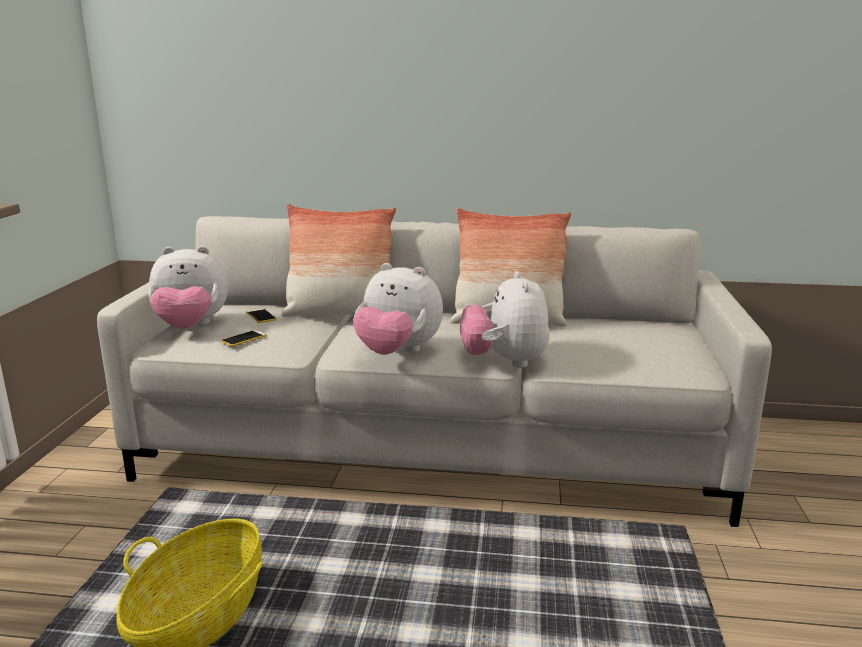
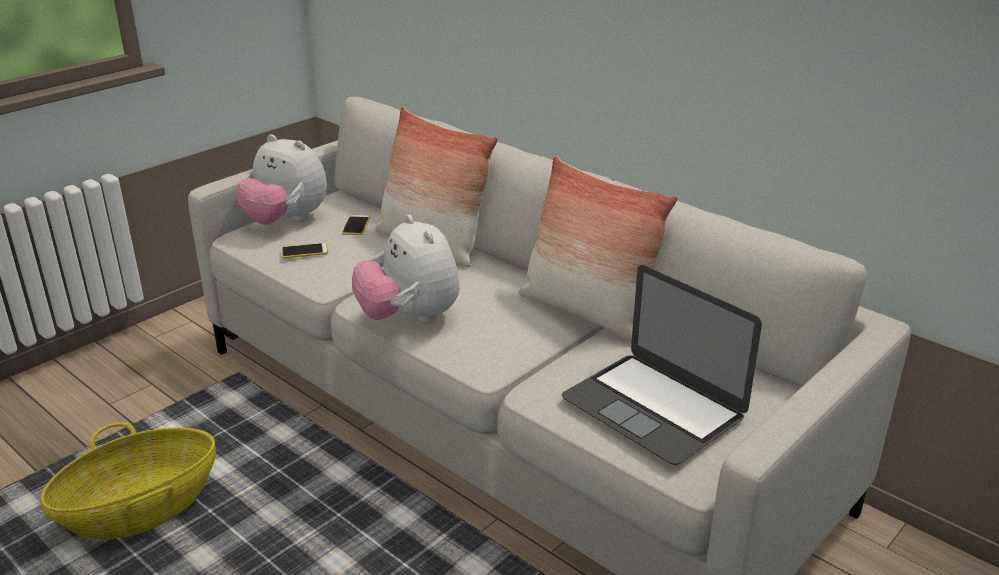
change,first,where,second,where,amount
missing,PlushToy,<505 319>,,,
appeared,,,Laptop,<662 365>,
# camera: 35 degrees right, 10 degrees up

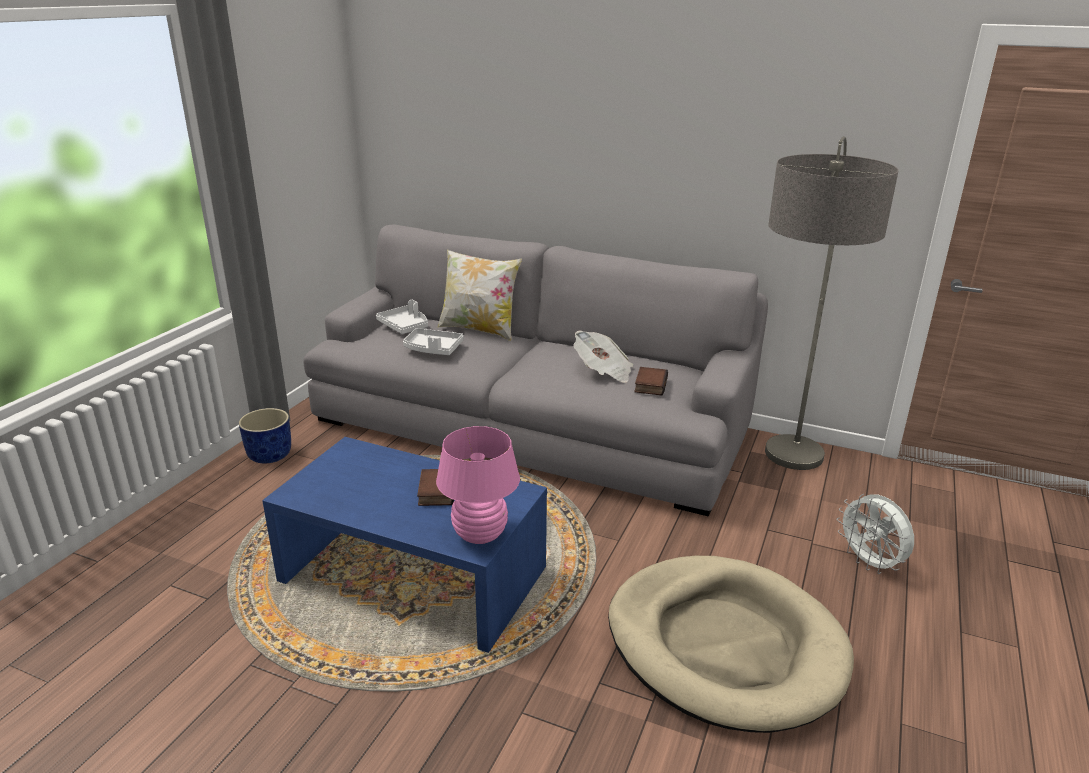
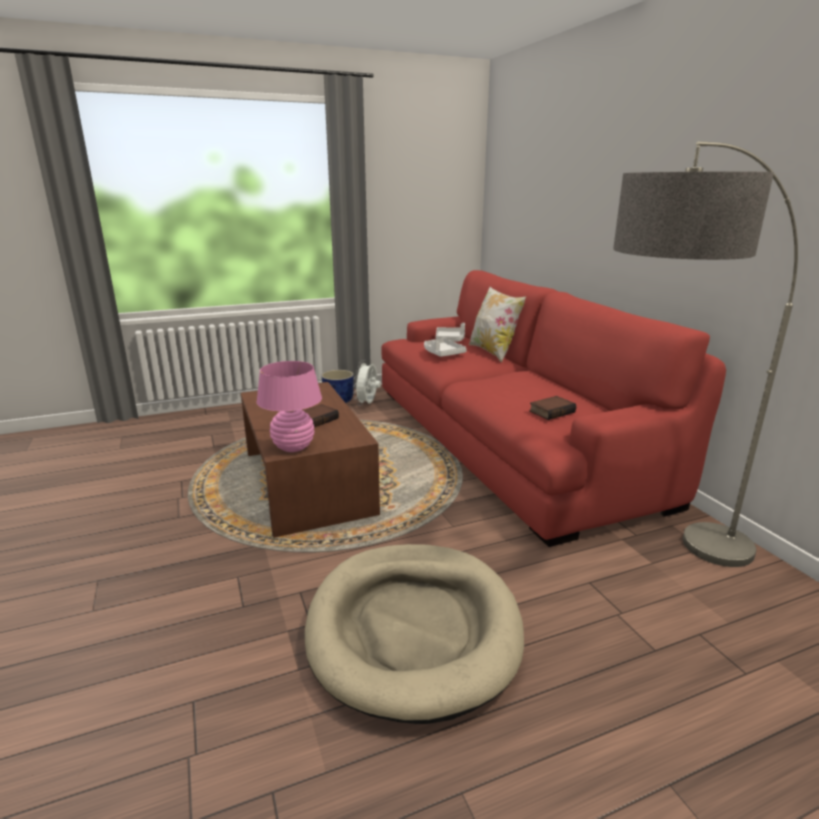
change,first,where,second,where,amount
colour,BlueCoffeeTable,<404 545>,BrownCoffeeTable,<310 460>,
colour,GreySofa,<535 370>,RedSofa,<553 408>,
missing,Newspaper,<603 356>,,,
relocated,WhiteFan,<875 534>,,<367 383>,
# camera: 45 degrees right, 5 degrees down

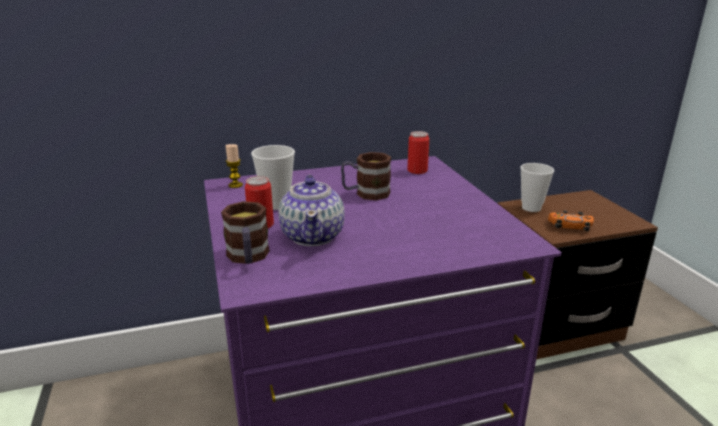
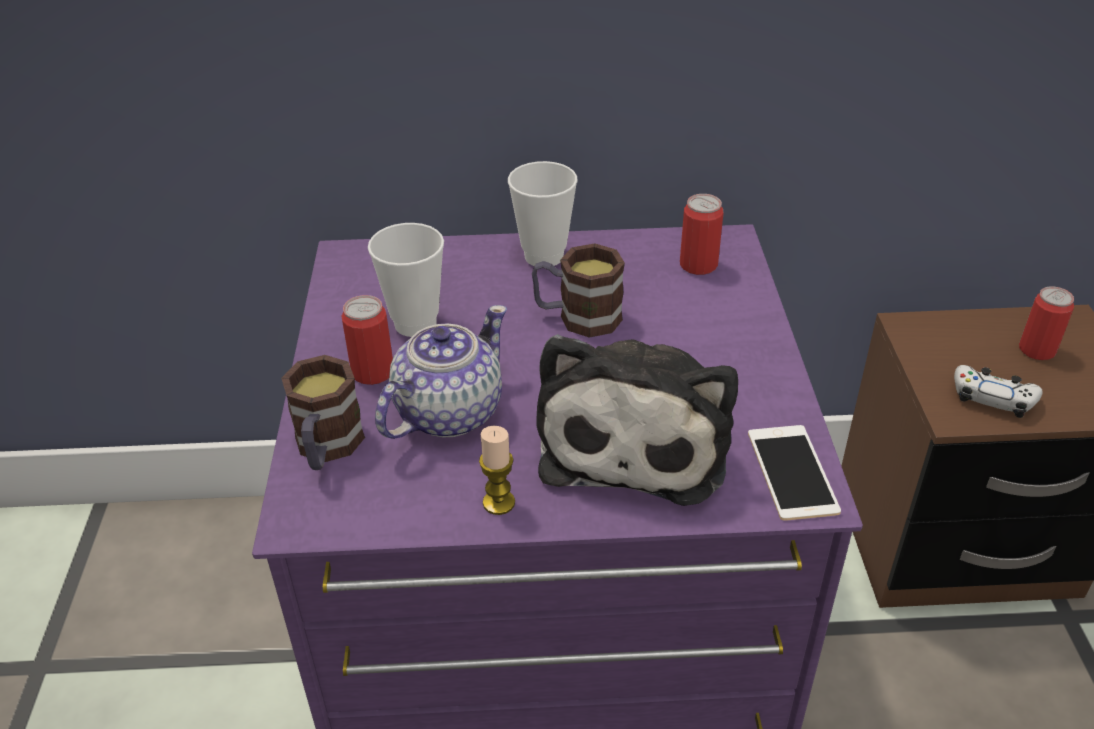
change,first,where,second,where,amount
relocated,Candle,<234 166>,,<497 470>,
spun,Teapot,<311 210>,,<441 372>,150 degrees counterclockwise
relocated,Cup,<537 187>,,<543 213>,
colour,OrangeGameController,<571 220>,WhiteGameController,<998 391>,
appeared,,,PlushToy,<637 420>,
appeared,,,Phone,<794 473>,
appeared,,,Can,<1046 323>,
# camera: 15 degrees right, 15 degrees up

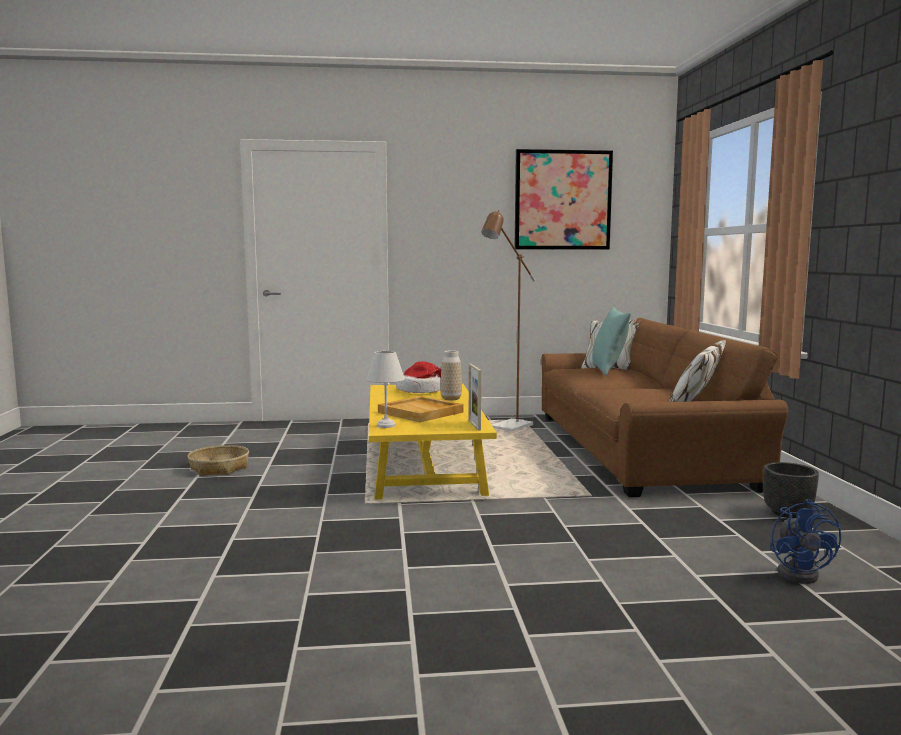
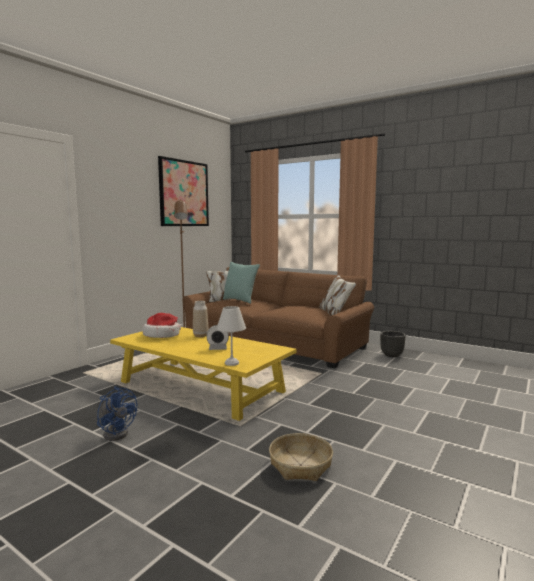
change,first,where,second,where,amount
relocated,Basket,<218 460>,,<301 457>,
exchanged,BeigeTray,<421 409>,AlarmClock,<218 337>,
missing,PictureFrame,<475 397>,,,
relocated,BlueFan,<805 541>,,<117 413>,
# camera: 50 degrees left, 0 degrees up

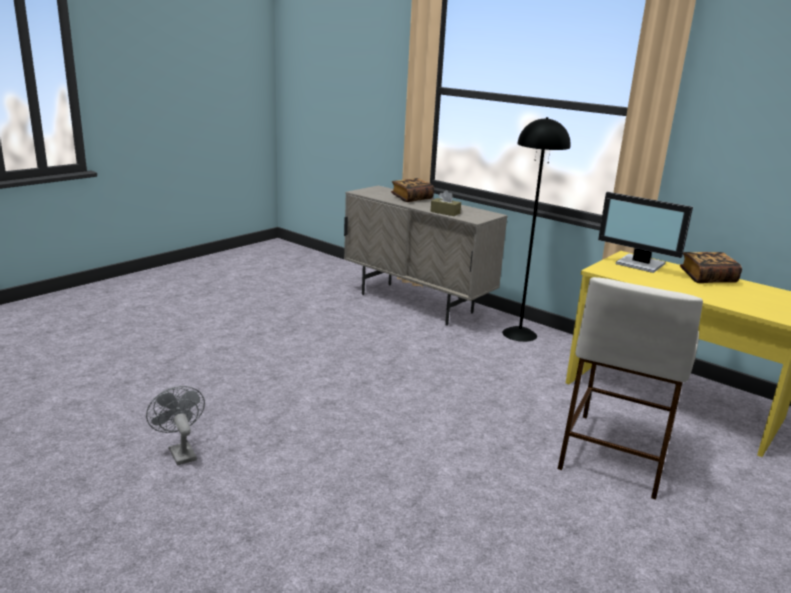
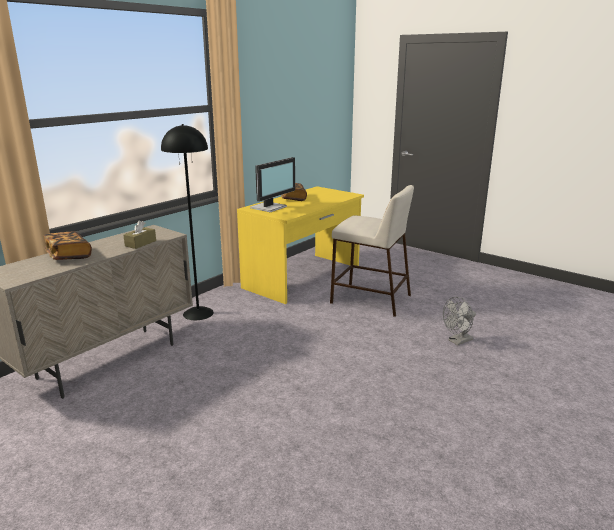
change,first,where,second,where,amount
relocated,GreyFan,<175 425>,,<459 321>,
# camera: 90 degrees left, 0 degrees up

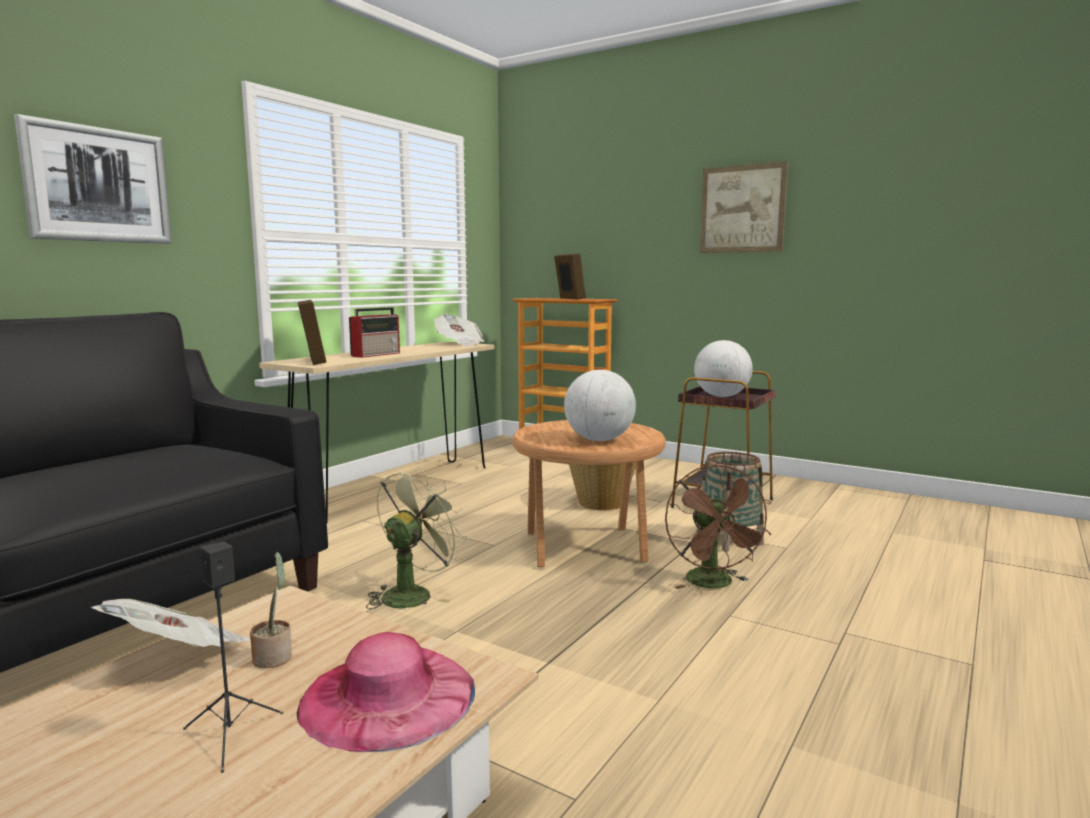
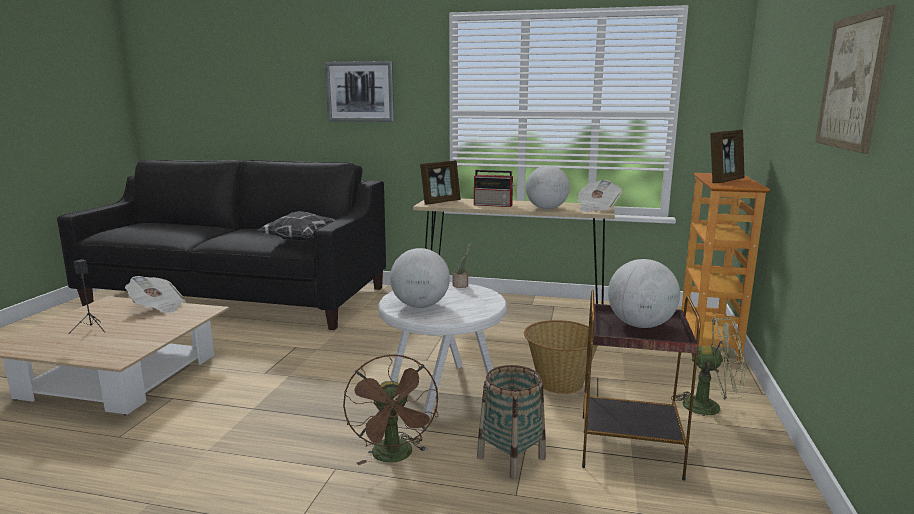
change,first,where,second,where,amount
relocated,PottedPlant,<271 610>,,<461 265>,
missing,PinkHat,<386 692>,,,
relocated,GreenFan,<416 538>,,<708 370>,
colour,BrownSideTable,<589 493>,WhiteSideTable,<442 349>,
spun,BrownFan,<718 526>,,<390 409>,75 degrees counterclockwise
appeared,,,Pillow,<297 226>,
appeared,,,Globe,<548 187>,
# camera: 70 degrees right, 5 degrees up

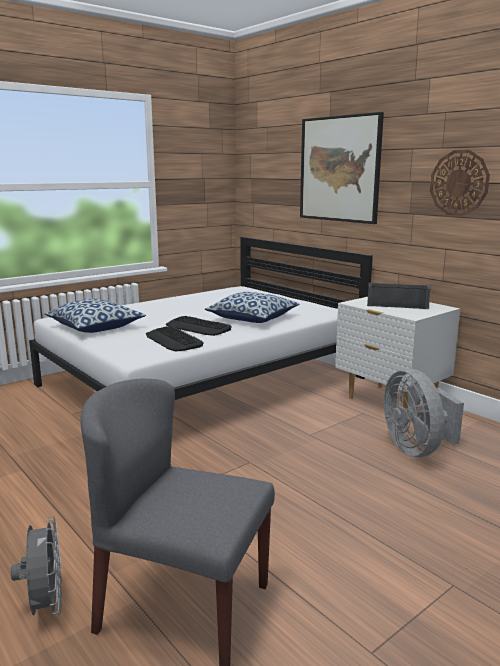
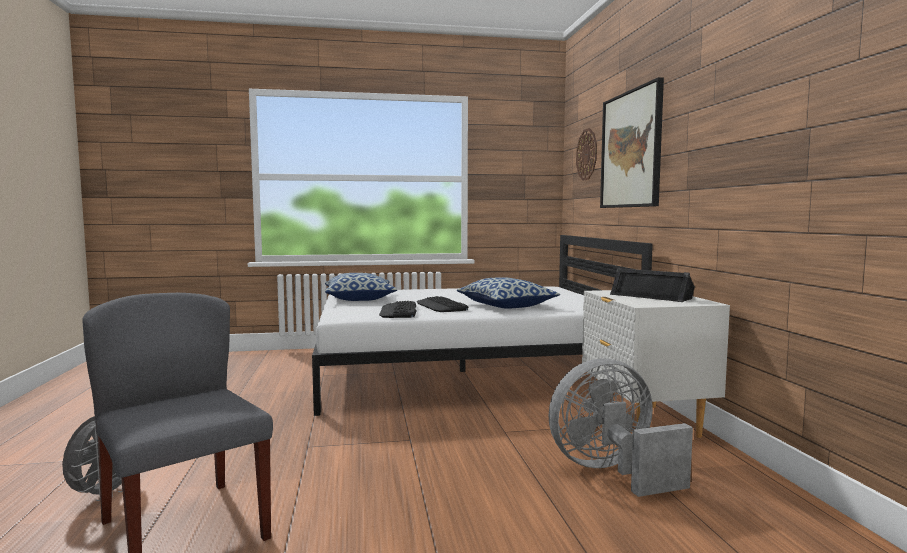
change,first,where,second,where,amount
spun,GreyFan,<424 413>,,<620 428>,60 degrees clockwise
relocated,WallClock,<460 183>,,<586 154>,
# camera: 30 degrees right, 10 degrees down

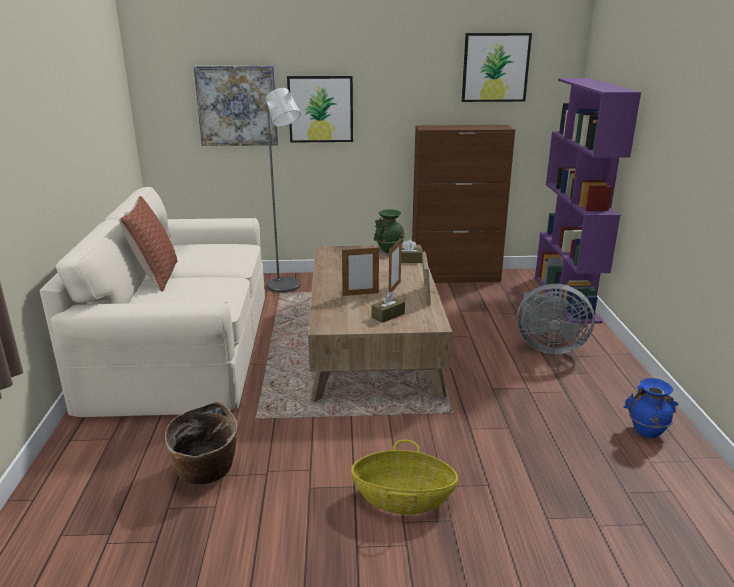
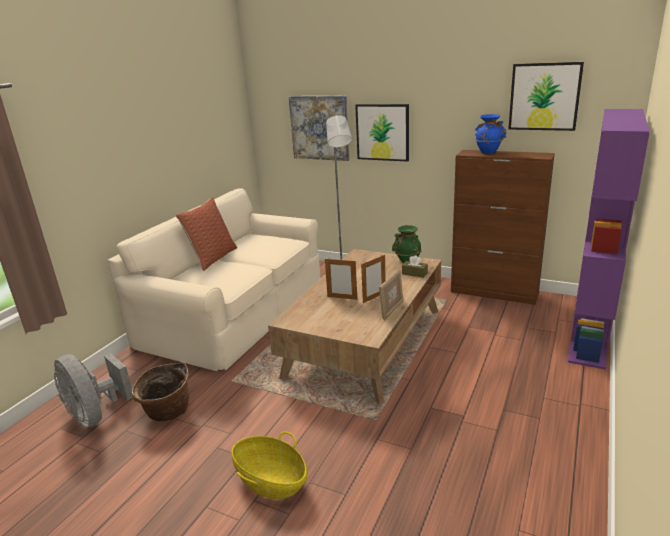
change,first,where,second,where,amount
missing,BrownTissueBox,<388 307>,,,
relocated,GreyFan,<556 319>,,<93 390>,
relocated,BlueVase,<651 408>,,<490 134>,
# camera: 30 degrees right, 0 degrees up

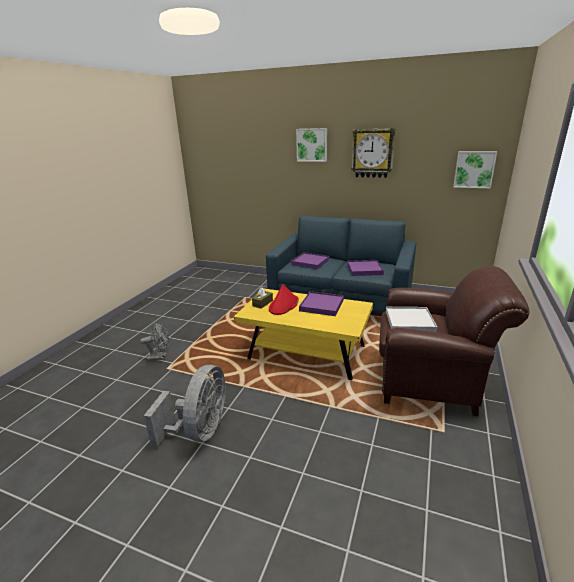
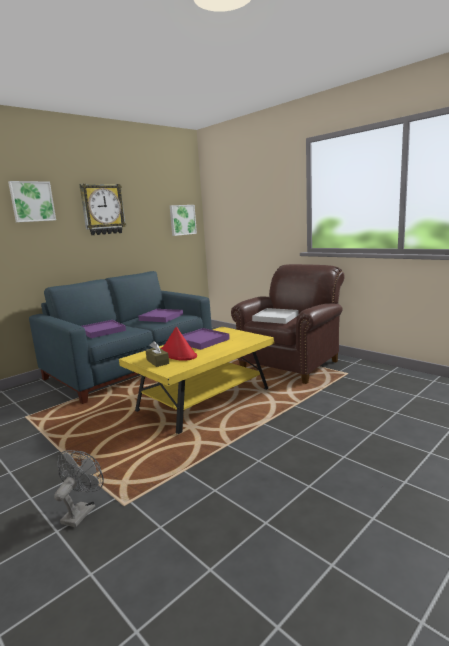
change,first,where,second,where,amount
missing,GreyFan,<185 406>,,,
# camera: 65 degrees left, 10 degrees down

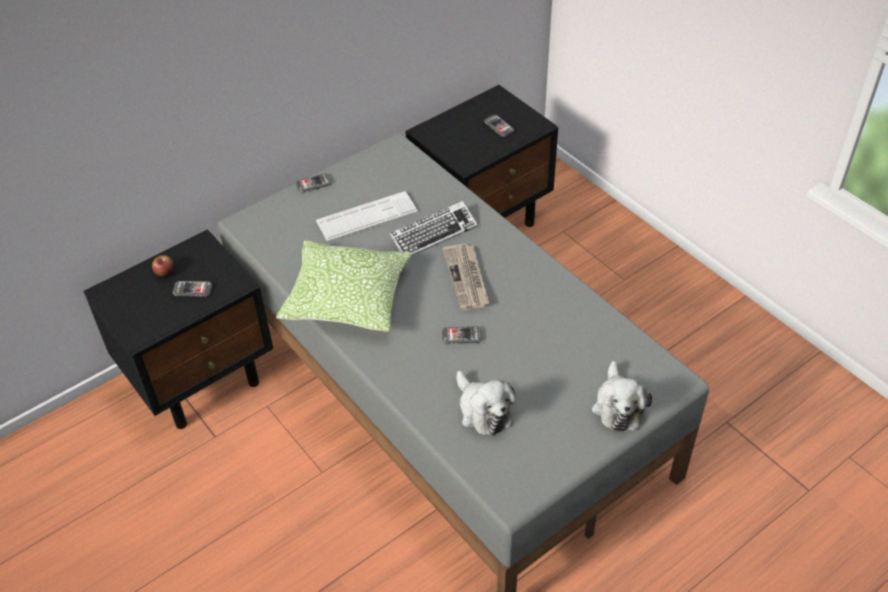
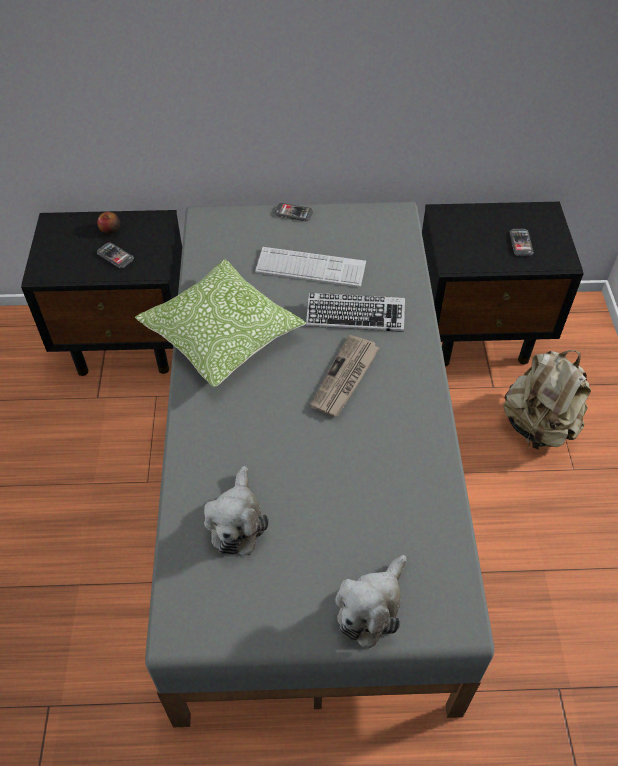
change,first,where,second,where,amount
missing,Phone,<462 335>,,,
appeared,,,BeigeBackpack,<547 400>,
# camera: 35 degrees right, 5 degrees up

